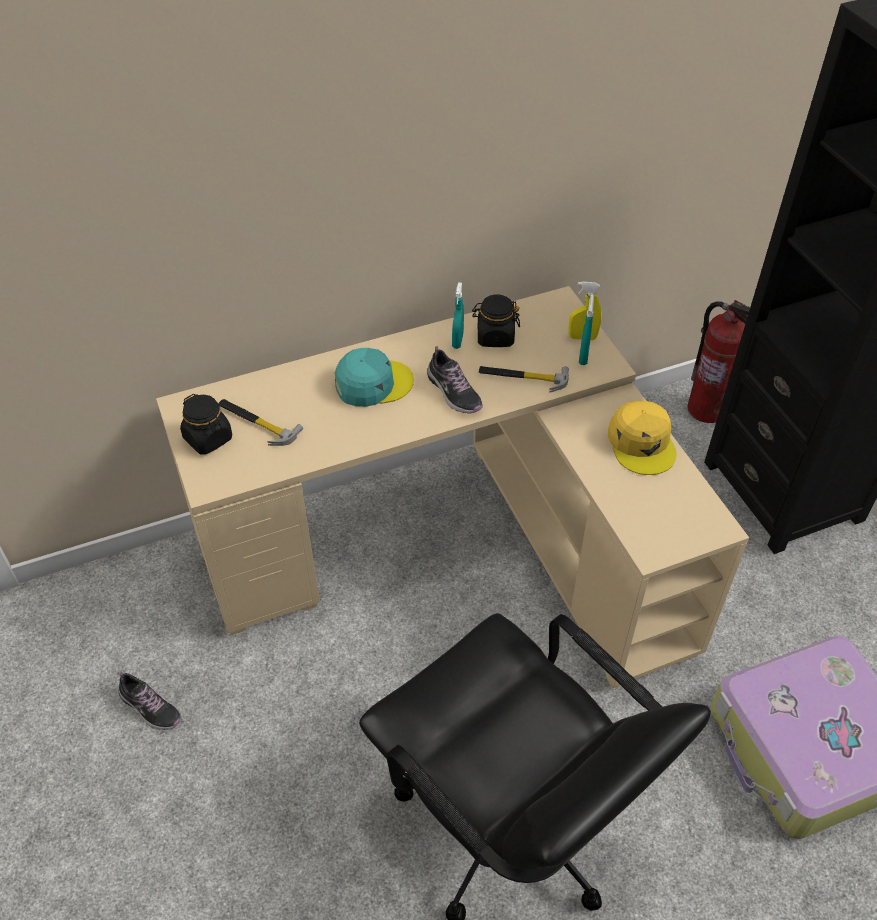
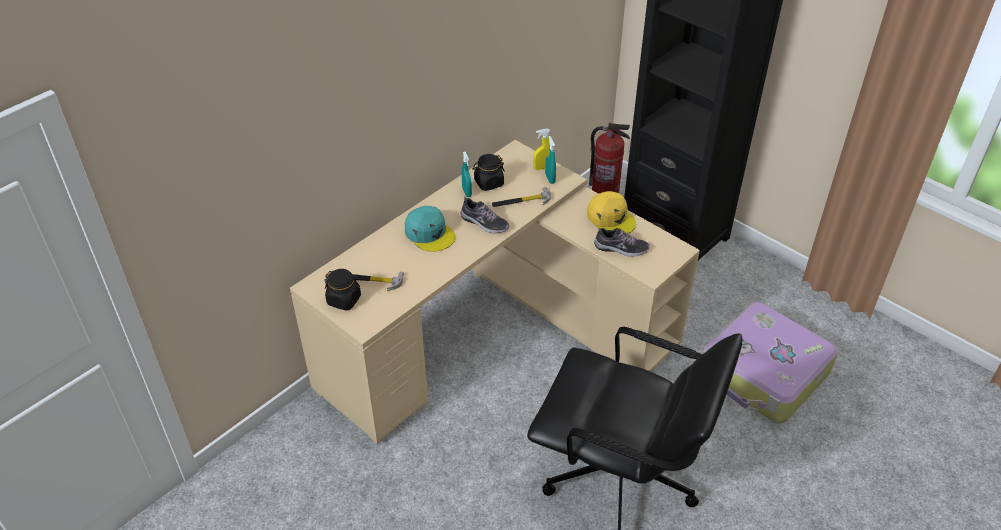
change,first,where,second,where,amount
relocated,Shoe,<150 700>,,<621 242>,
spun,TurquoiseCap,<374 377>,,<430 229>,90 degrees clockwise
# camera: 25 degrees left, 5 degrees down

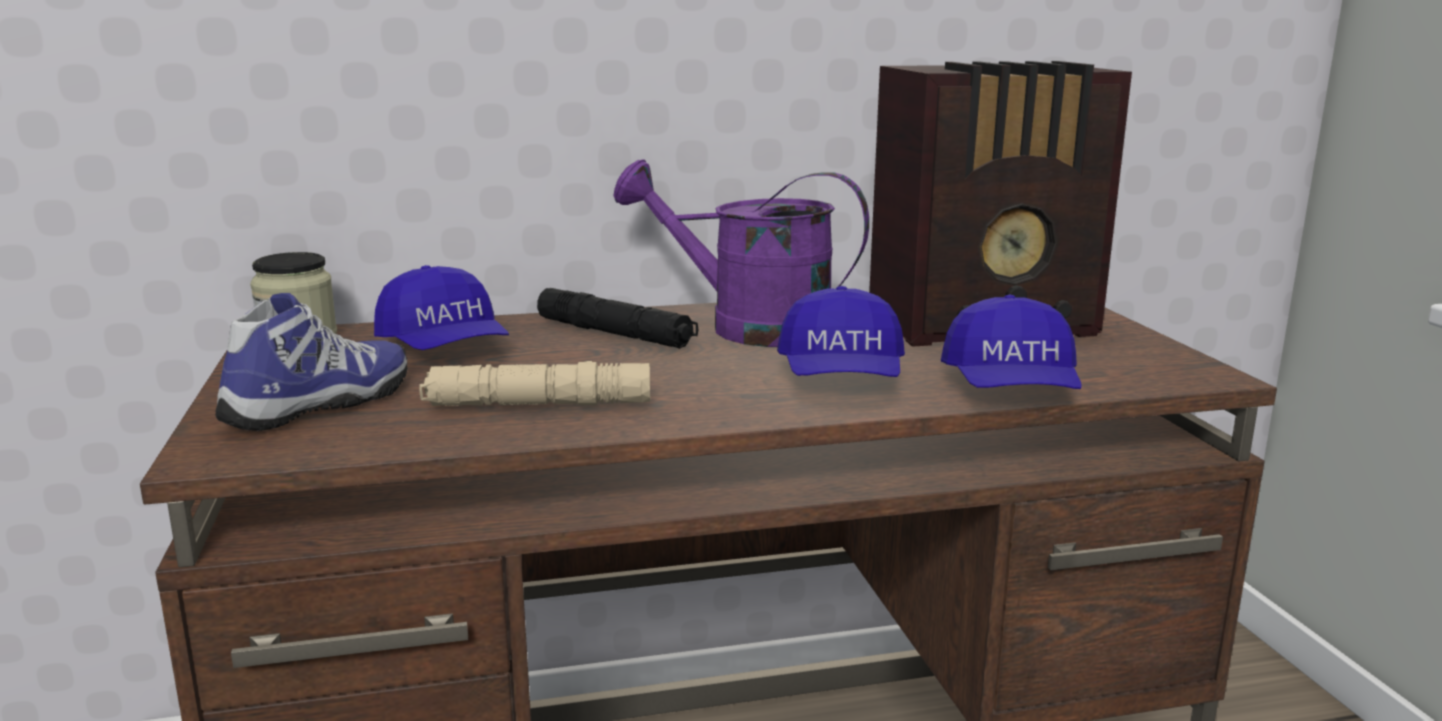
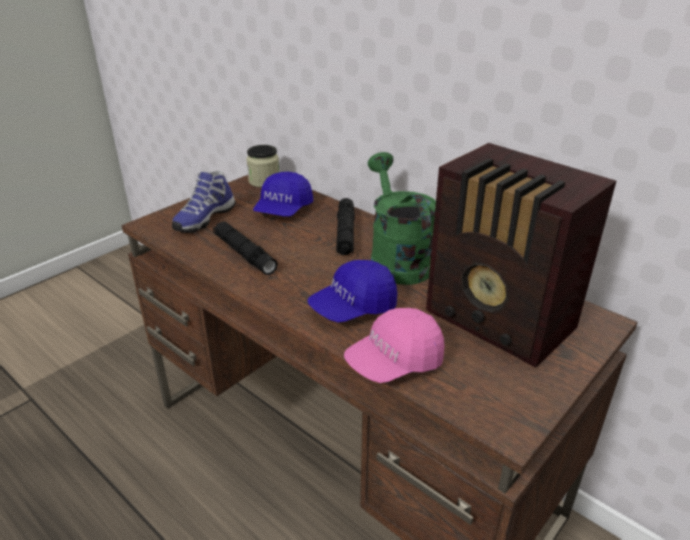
change,first,where,second,where,amount
spun,Shoe,<311 362>,,<204 201>,120 degrees clockwise
colour,BeigeFlashlight,<534 383>,BlackFlashlight,<245 248>,
colour,PurpleWateringCan,<741 253>,GreenWateringCan,<402 218>,
colour,BlueCap,<1011 342>,PinkCap,<394 345>,
# camera: 55 degrees right, 15 degrees up

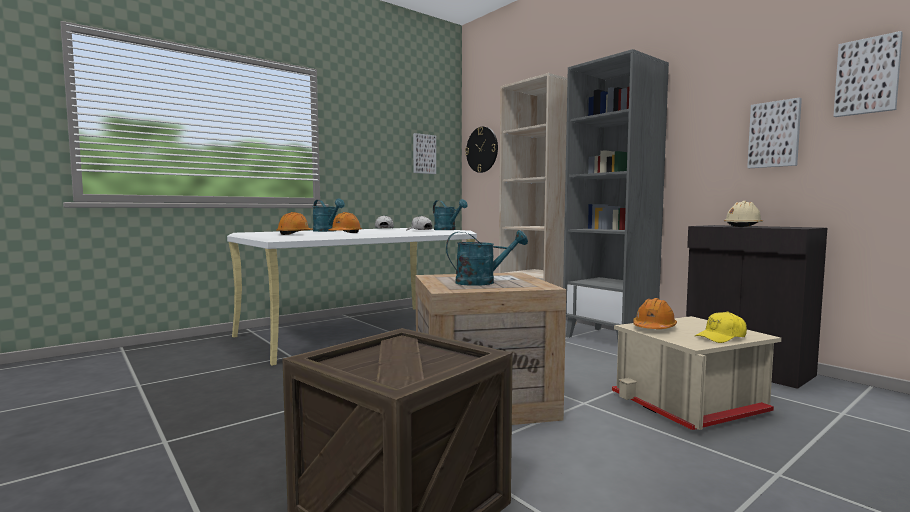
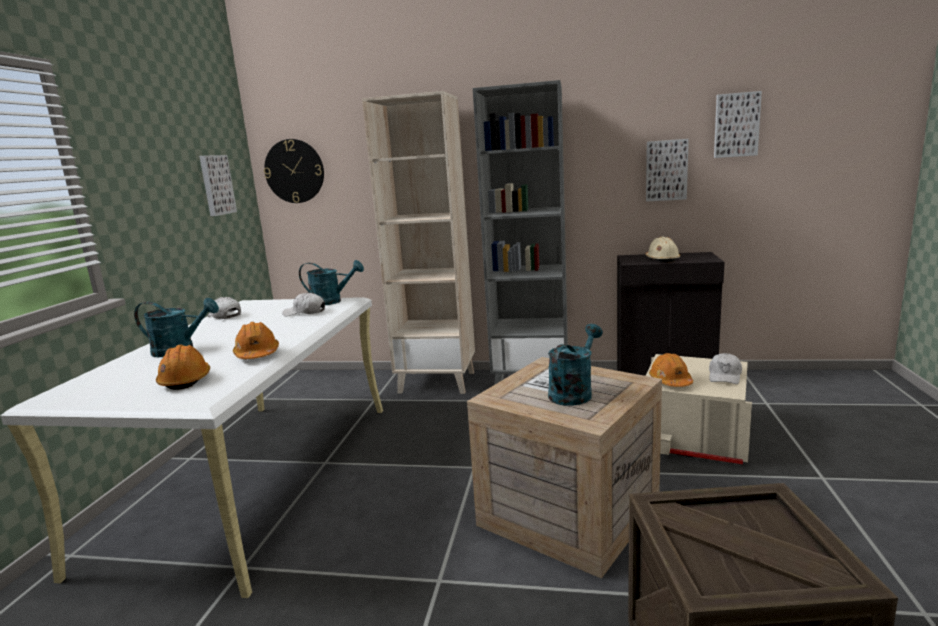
change,first,where,second,where,amount
colour,YellowCap,<721 327>,WhiteCap,<725 368>,
# camera: 40 degrees left, 10 degrees up

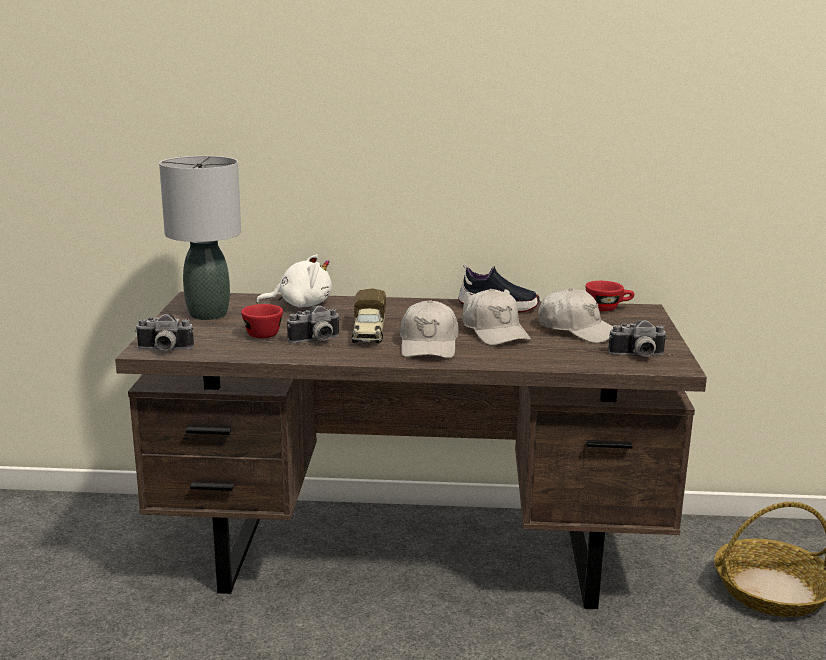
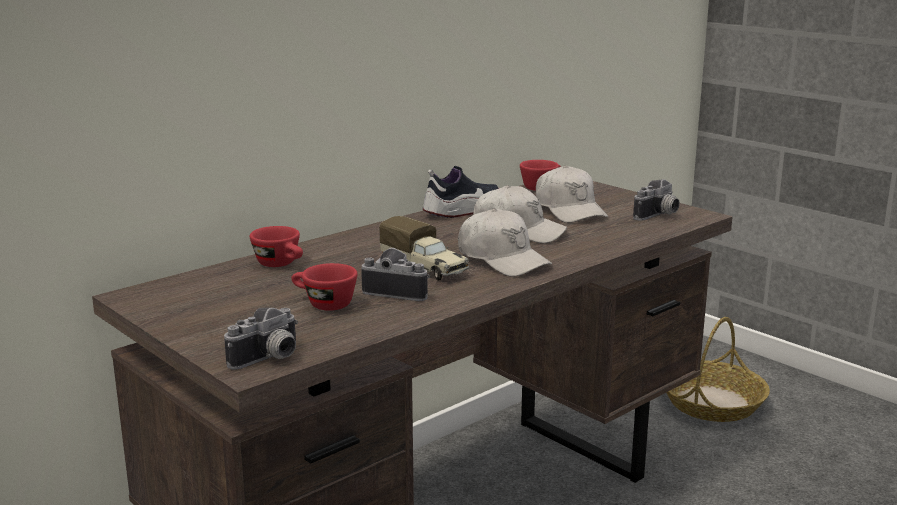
change,first,where,second,where,amount
missing,GreyTableLamp,<200 238>,,,
exchanged,WhitePlushToy,<294 280>,RedCup,<276 246>,
spun,PhotoCamera,<314 324>,,<395 274>,90 degrees counterclockwise
spun,WhiteCap,<575 315>,,<572 194>,75 degrees clockwise
# camera: 45 degrees left, 0 degrees up

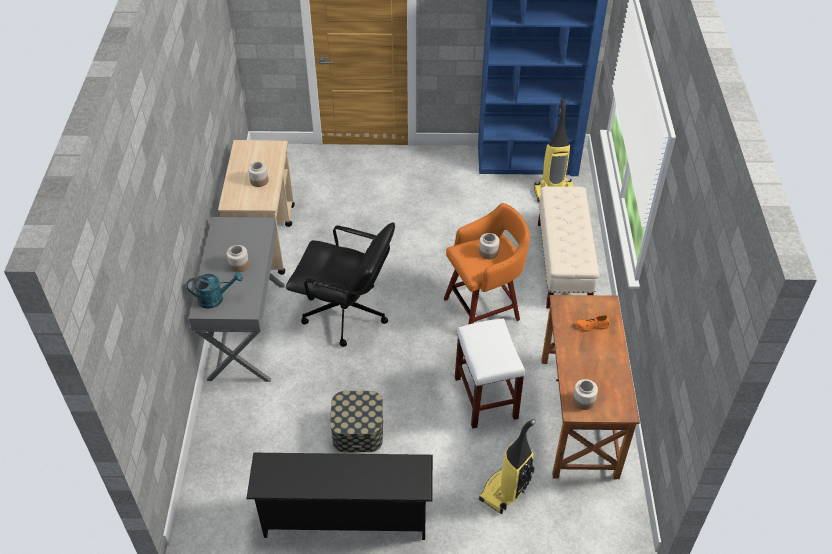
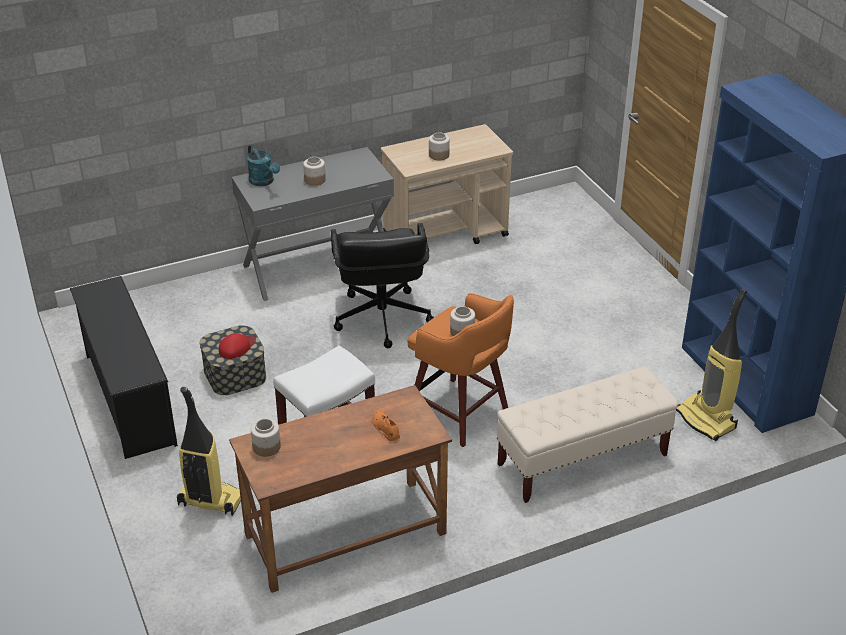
change,first,where,second,where,amount
appeared,,,RedCap,<237 346>,
# camera: 65 degrees right, 10 degrees down

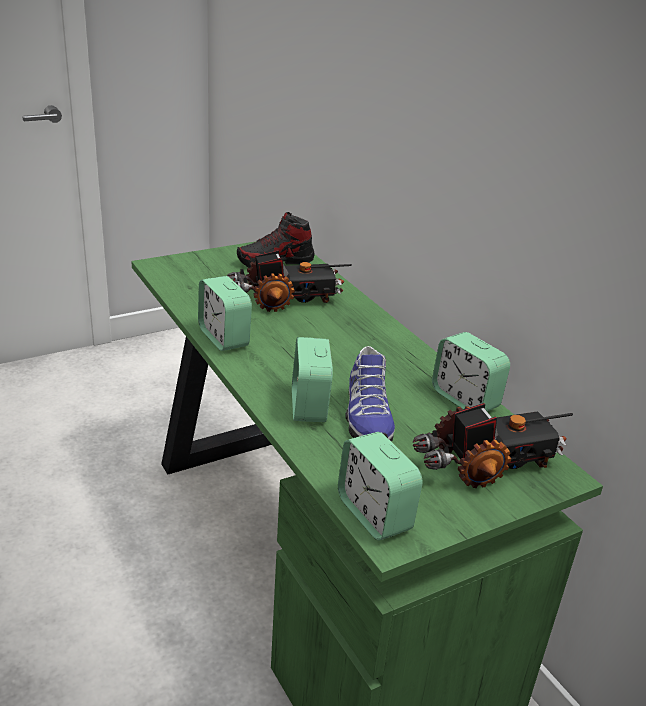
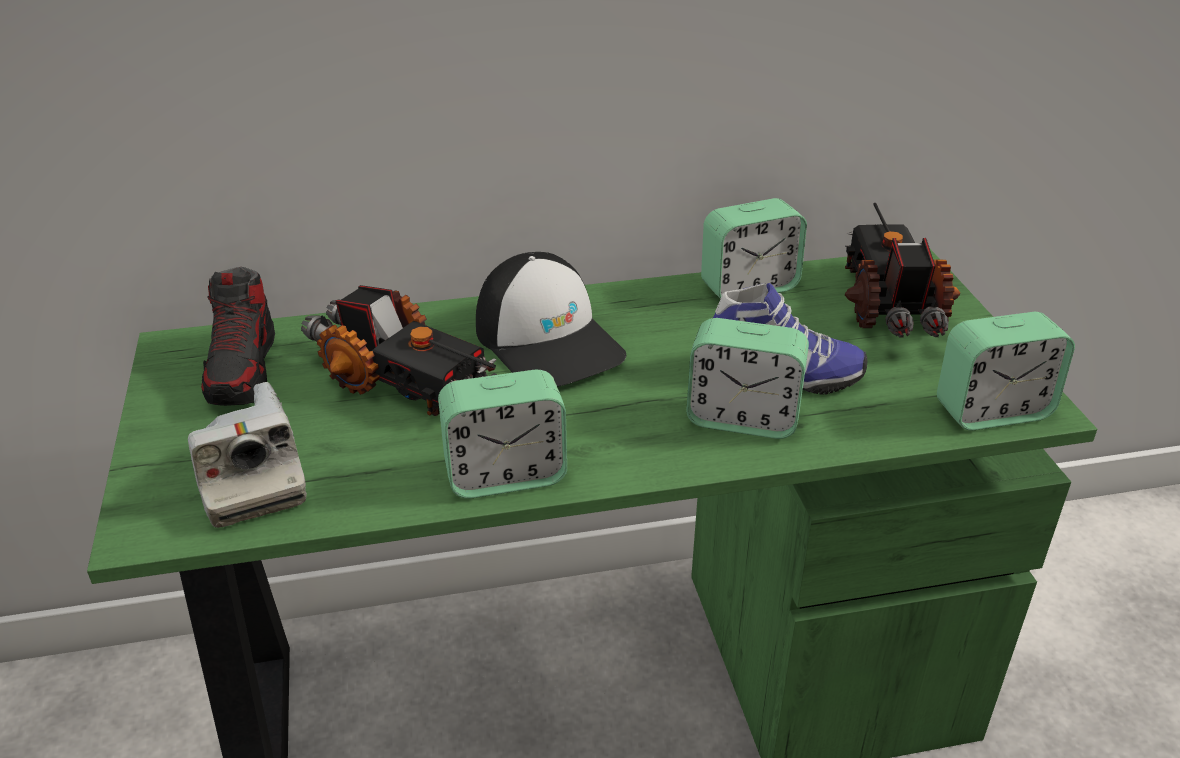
change,first,where,second,where,amount
spun,ToyTruck,<289 281>,,<399 350>,120 degrees clockwise
appeared,,,PhotoCamera,<247 455>,
appeared,,,Cap,<551 319>,
# camera: 70 degrees left, 5 degrees up

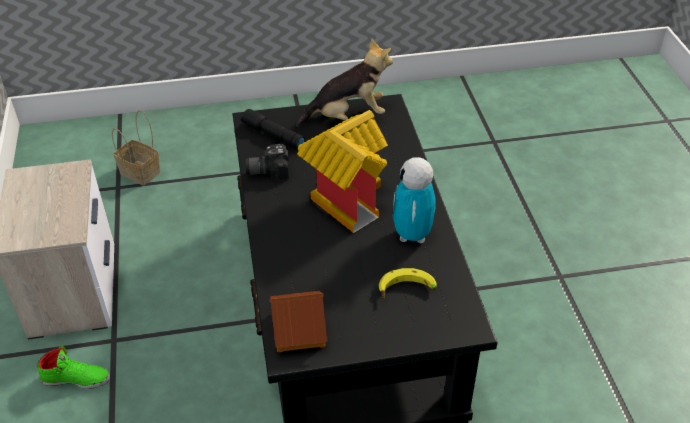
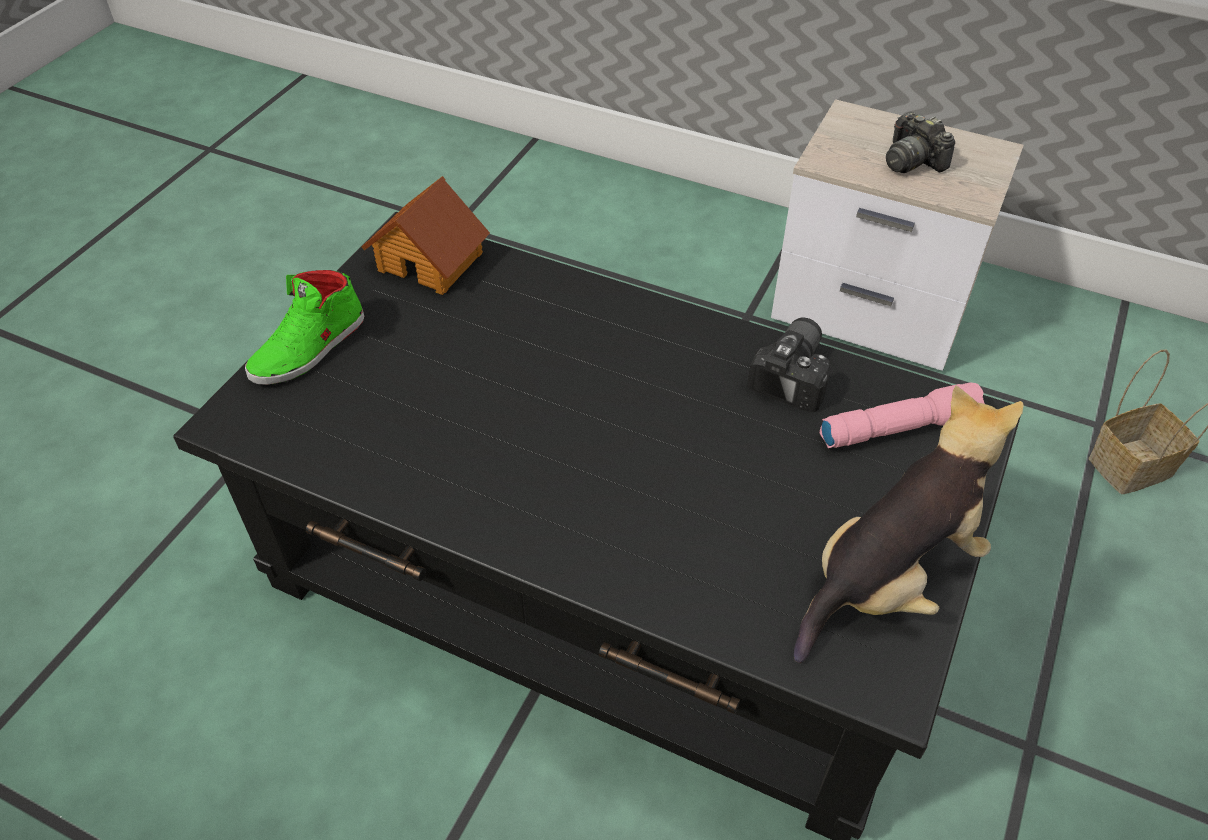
change,first,where,second,where,amount
relocated,GreenShoe,<73 367>,,<304 327>,
colour,BlackFlashlight,<273 129>,PinkFlashlight,<902 415>,
spun,PlushToy,<344 82>,,<909 524>,150 degrees counterclockwise
missing,ToyHouse,<342 171>,,,
missing,Banana,<408 284>,,,
missing,ToyRobot,<414 200>,,,
appeared,,,PhotoCamera,<920 142>,
# camera: 125 degrees right, 5 degrees up

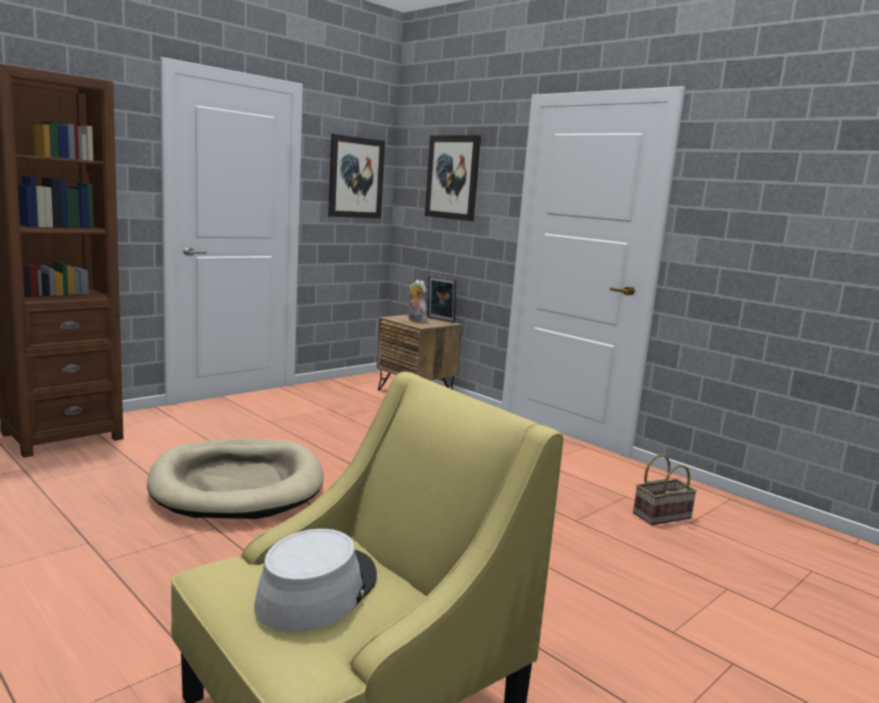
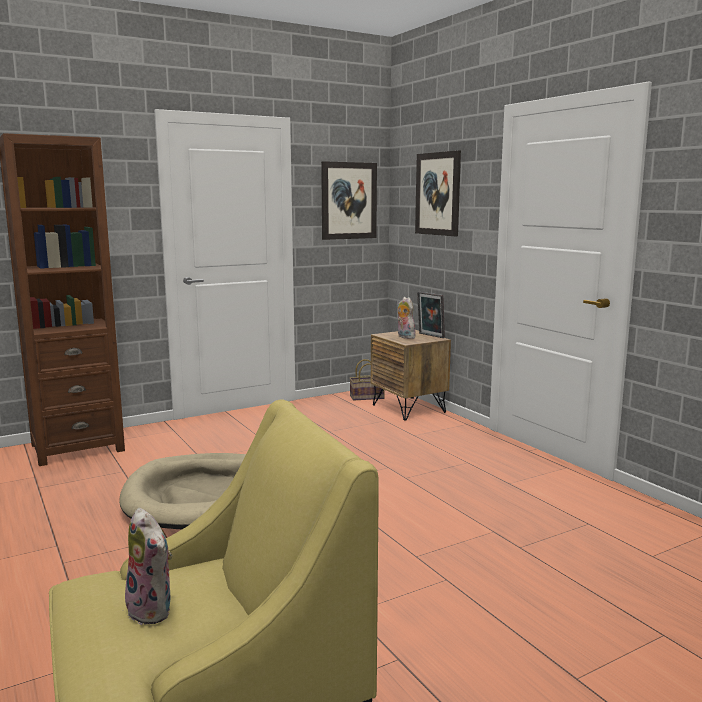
change,first,where,second,where,amount
exchanged,GreyHat,<315 580>,PlushToy,<148 566>,
relocated,Basket,<665 489>,,<367 379>,
# camera: 15 degrees right, 0 degrees up

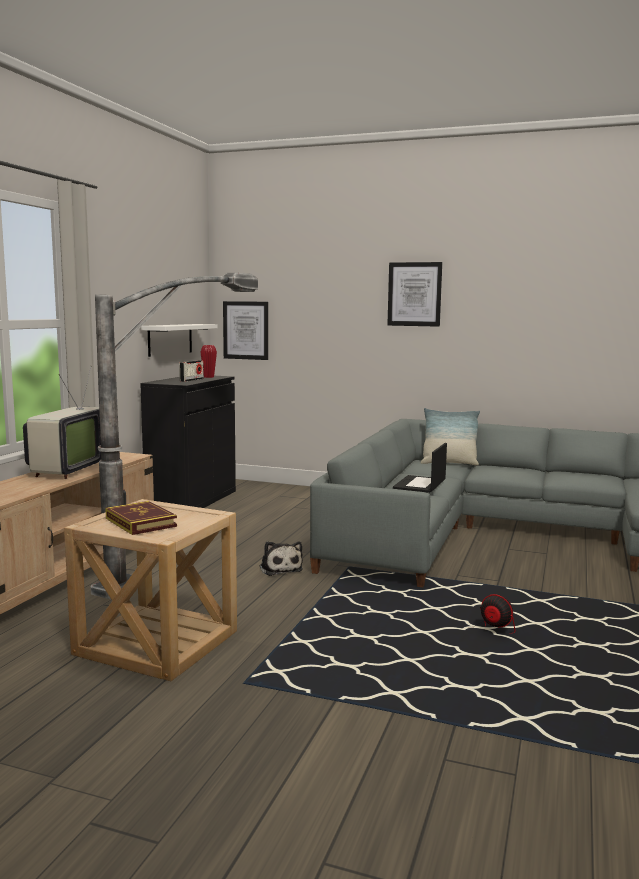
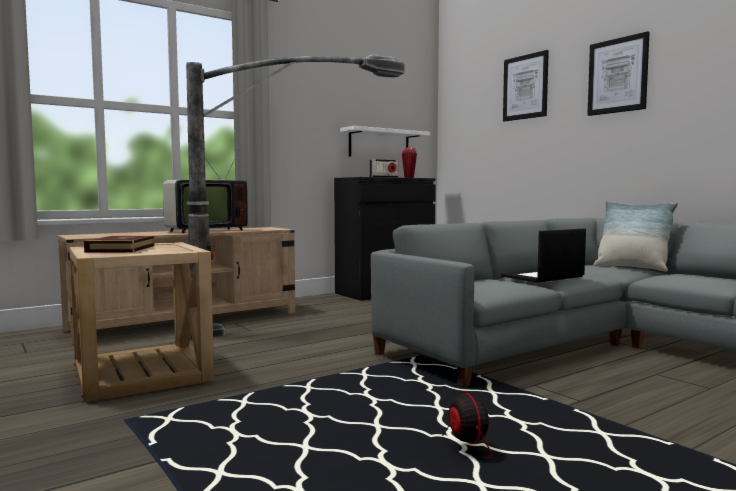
change,first,where,second,where,amount
relocated,Picture,<245 330>,,<526 85>,
missing,PlushToy,<281 558>,,,
# camera: 35 degrees right, 5 degrees down

